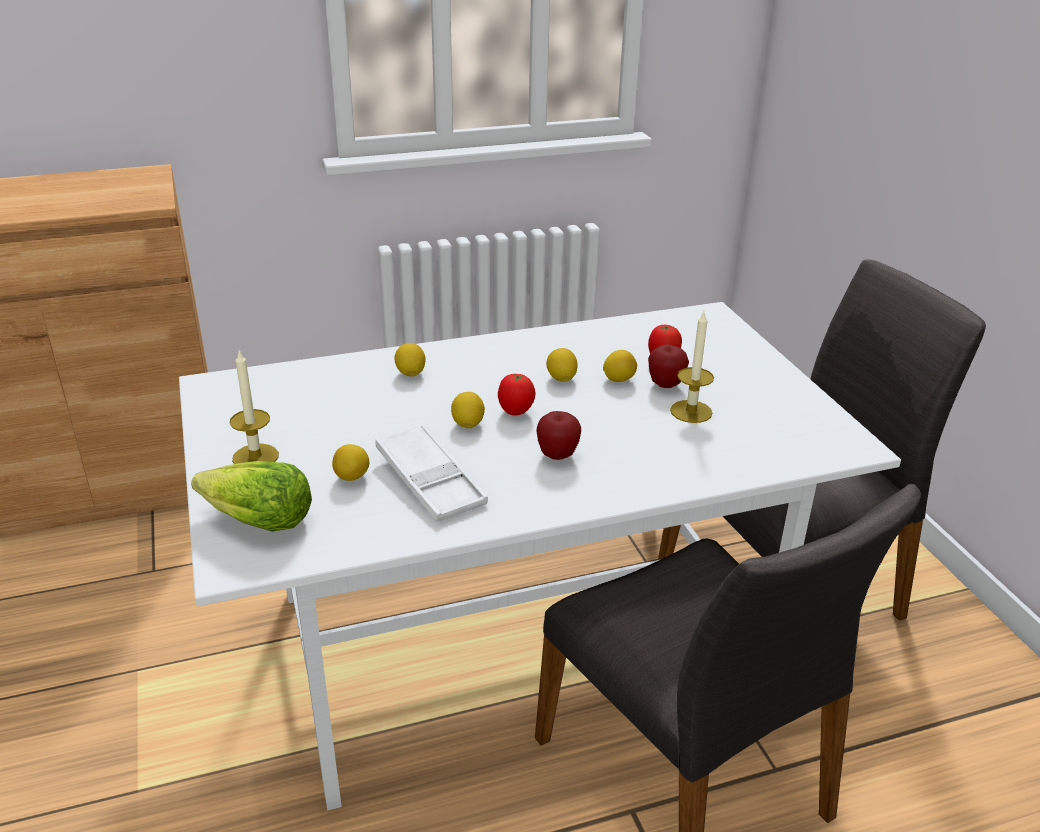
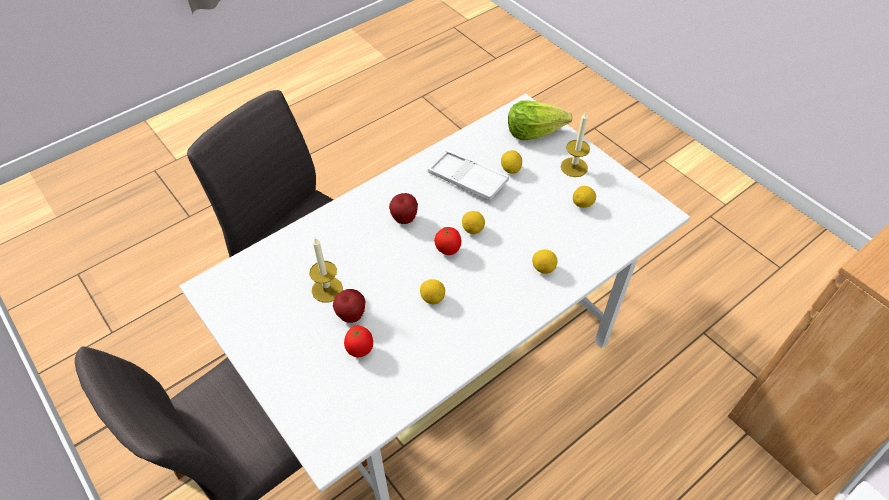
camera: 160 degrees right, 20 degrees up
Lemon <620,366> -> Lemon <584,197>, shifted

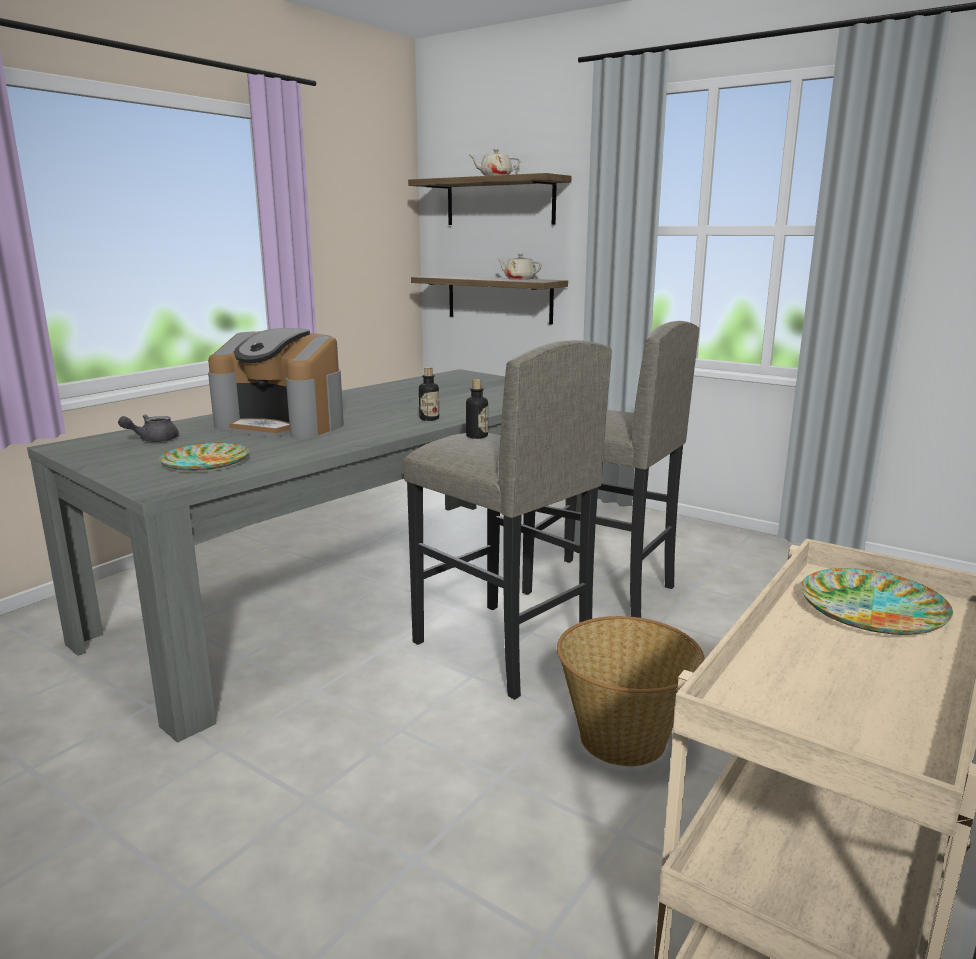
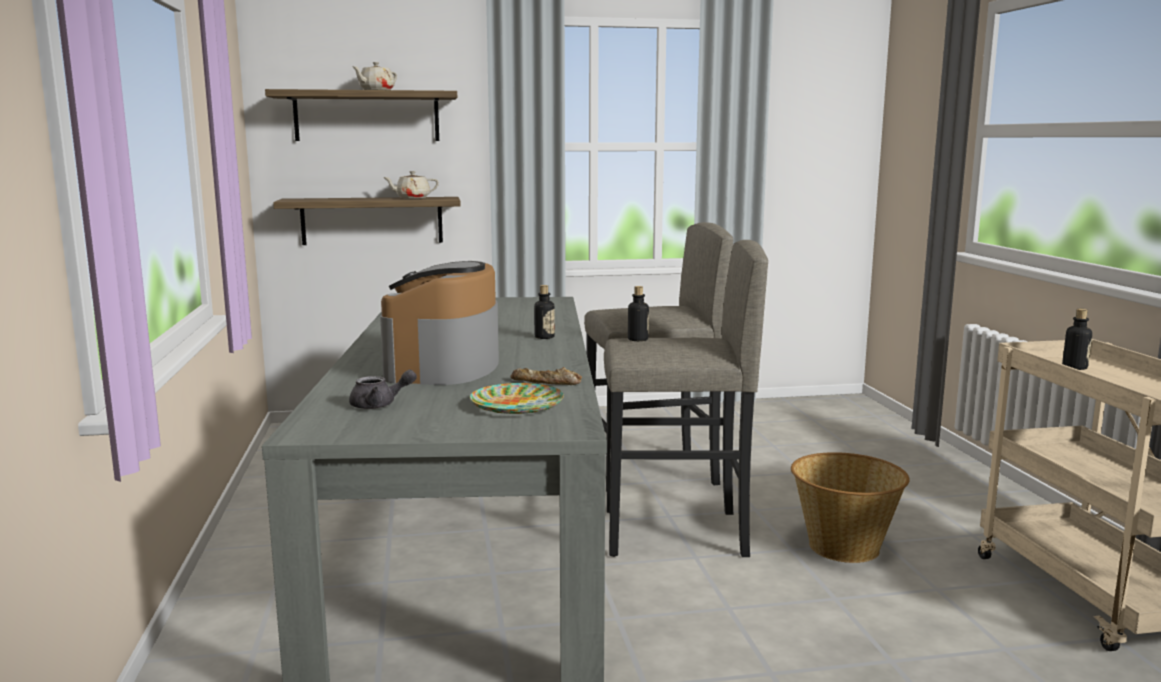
camera: 45 degrees left, 5 degrees down
none -> Bread <546,376>
Plate <877,601> -> Bottle <1077,339>
GreyTeapot <148,428> -> GreyTeapot <383,389>, 105 degrees counterclockwise
CoffeeMachine <276,383> -> CoffeeMachine <439,323>, 120 degrees clockwise

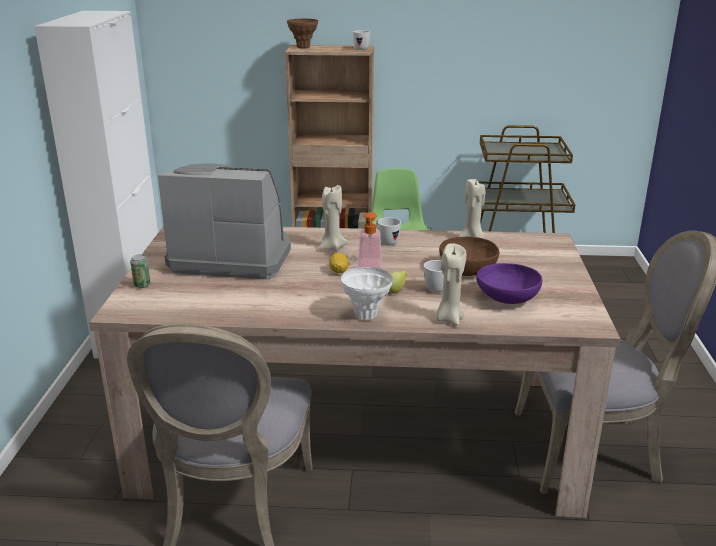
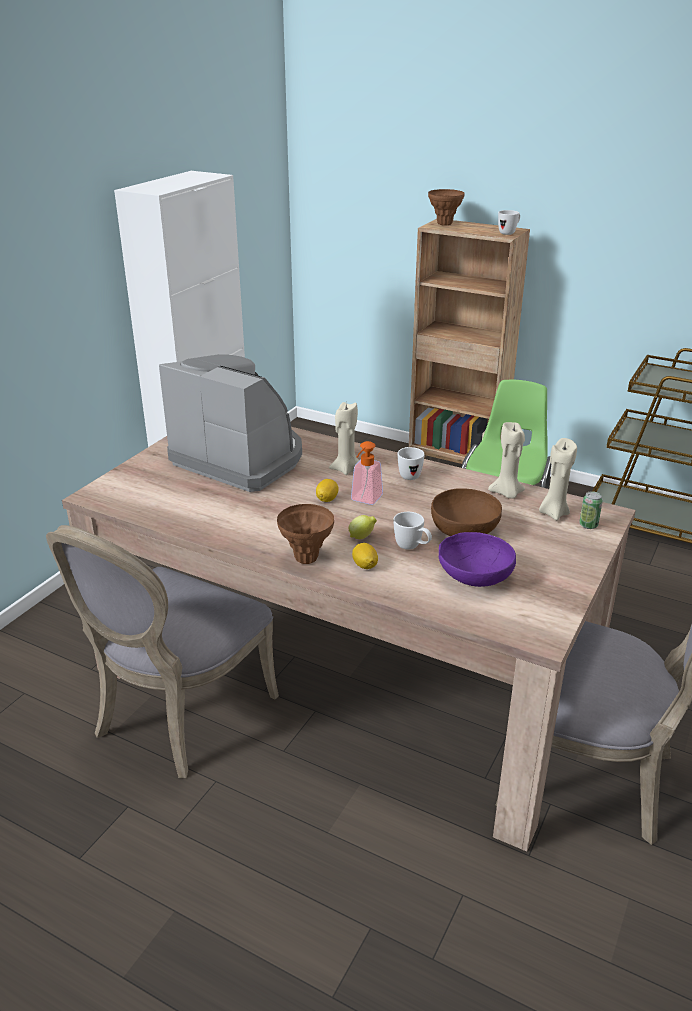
camera: 25 degrees right, 5 degrees up
none -> Lemon <365,556>
Can <140,271> -> Can <591,510>, shifted
BeigeCandle <450,284> -> BeigeCandle <558,479>, shifted
WhiteVase <367,294> -> BrownVase <305,534>

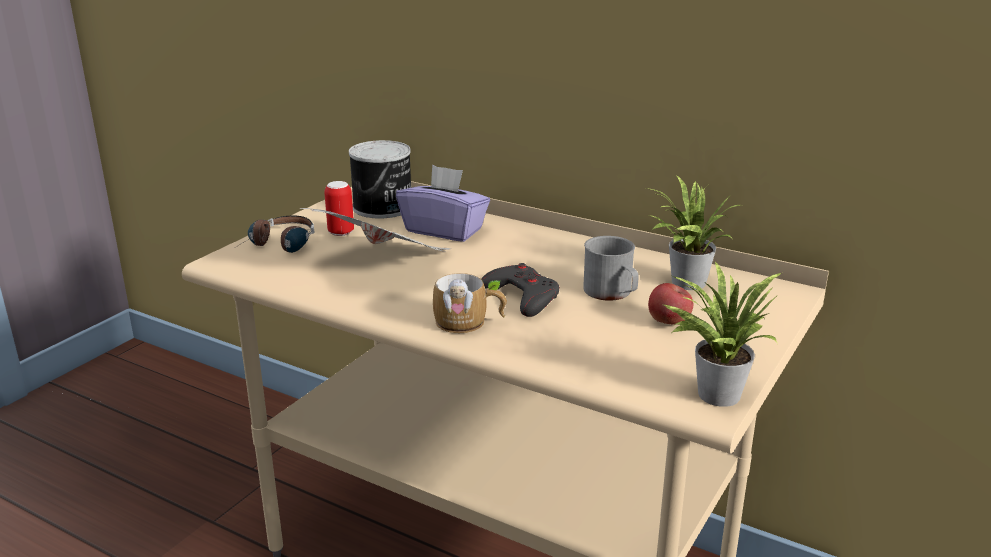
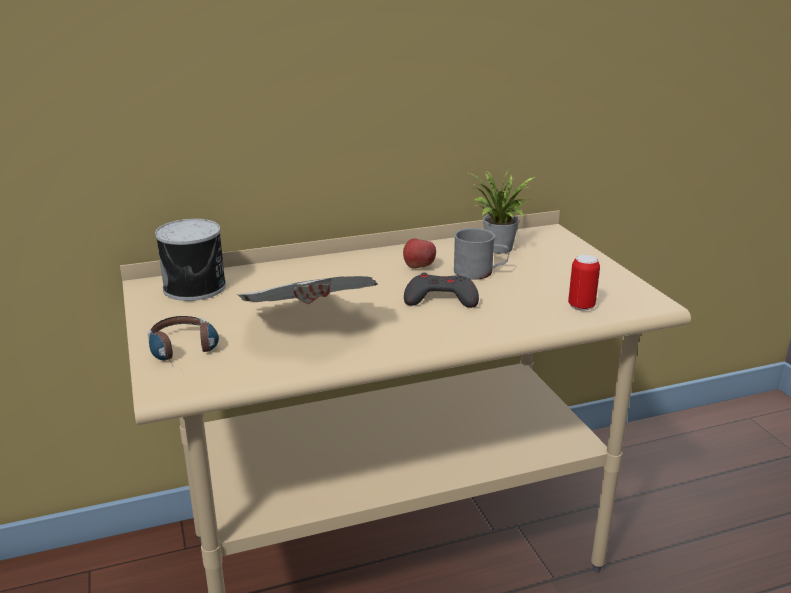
camera: 50 degrees left, 0 degrees up
PurpleTissueBox <443,203> -> none
Mug <470,303> -> none
PottedPlant <722,334> -> none
Can <339,208> -> Can <584,283>, shifted
Apple <670,304> -> Apple <419,253>, shifted

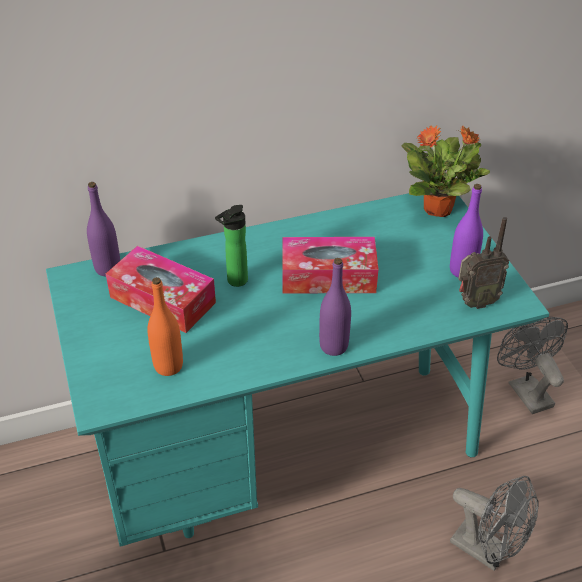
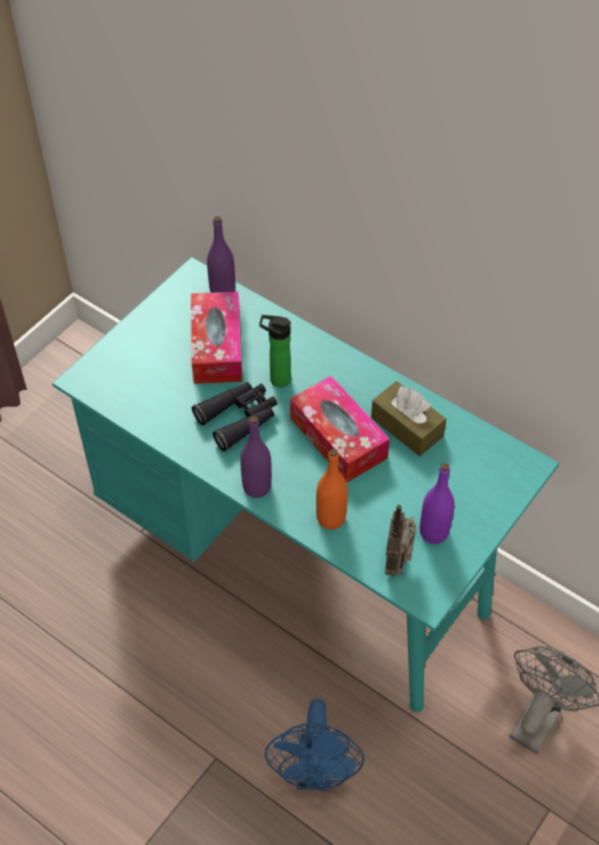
camera: 55 degrees right, 10 degrees up
PottedPlant <445,171> -> none
none -> BlackBinoculars <234,416>
none -> BrownTissueBox <408,418>
OrangeBottle <165,326> -> OrangeBottle <332,489>, shifted
GreyFan <494,523> -> BlueFan <314,745>
Radio <483,263> -> Radio <400,540>, 60 degrees clockwise

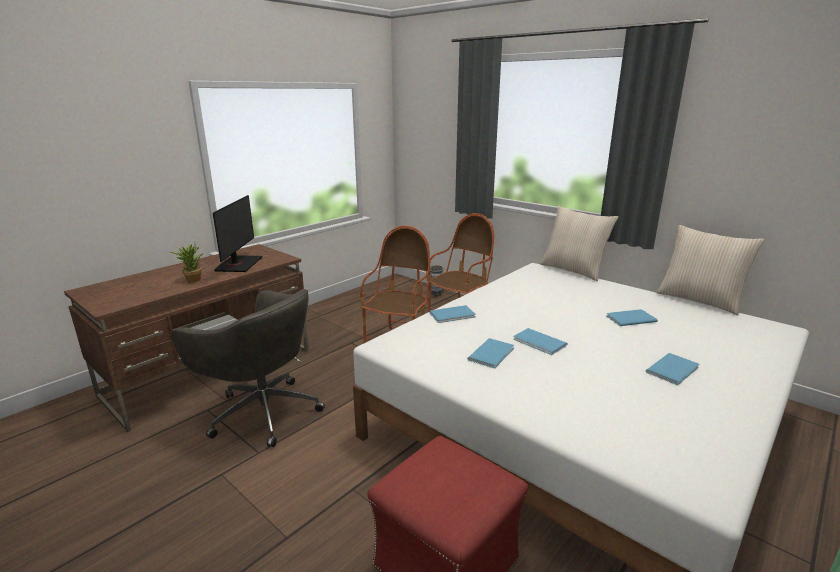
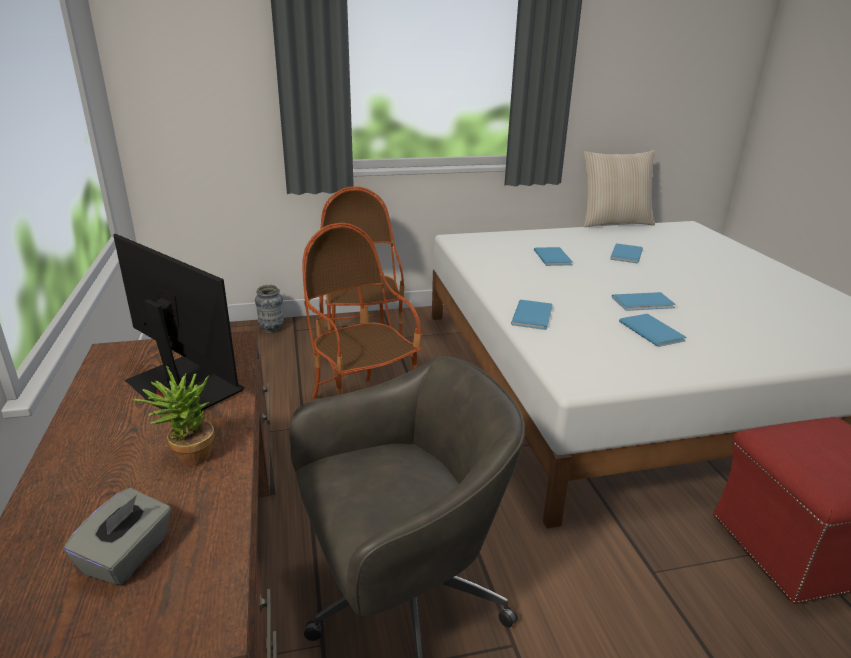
camera: 55 degrees left, 5 degrees up
BeigePillow <579,243> -> none
none -> GreyTissueBox <117,536>
BlueBook <672,369> -> BlueBook <553,256>, shifted

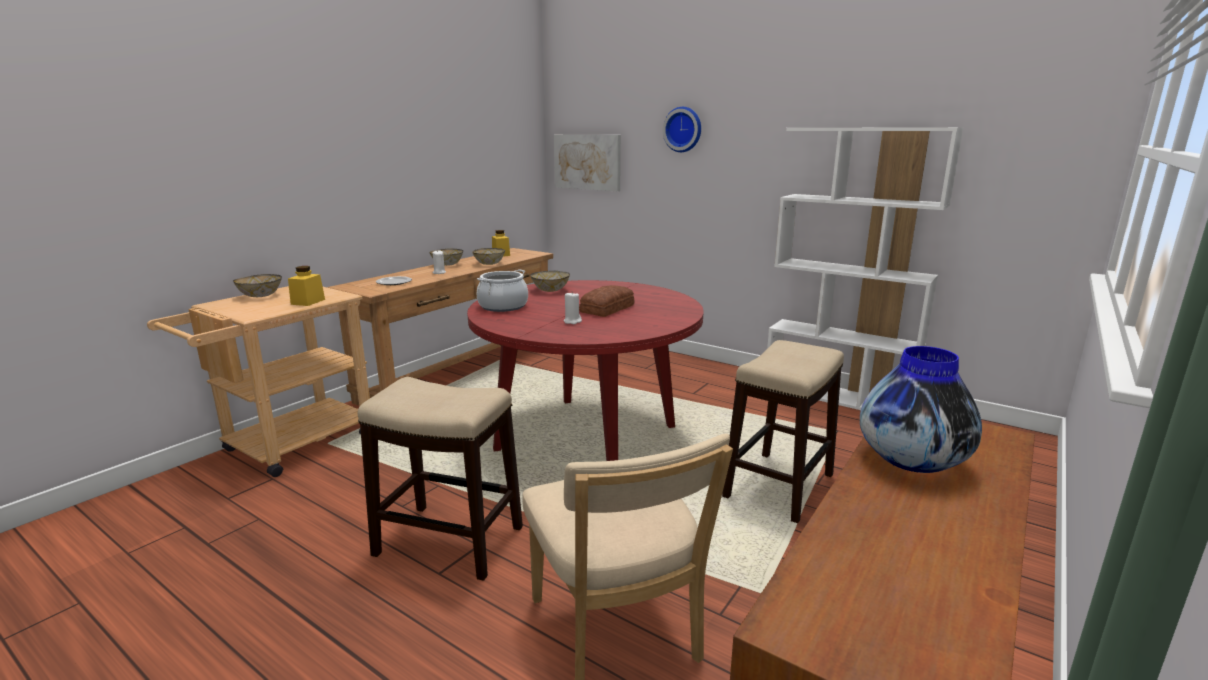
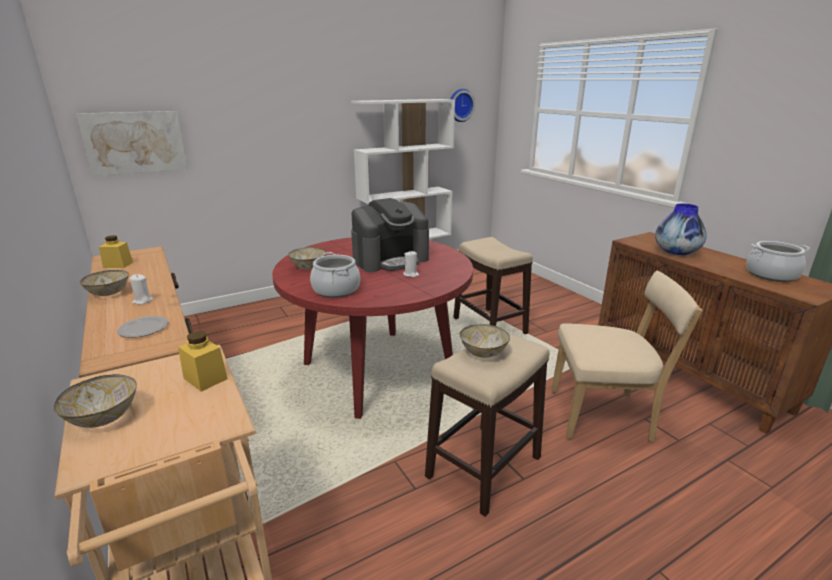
camera: 65 degrees left, 5 degrees up
none -> CookingPot <778,261>
Bowl <488,256> -> Bowl <485,341>, shifted
WallClock <682,129> -> WallClock <462,105>, shifted
Bread <606,301> -> CoffeeMachine <390,235>

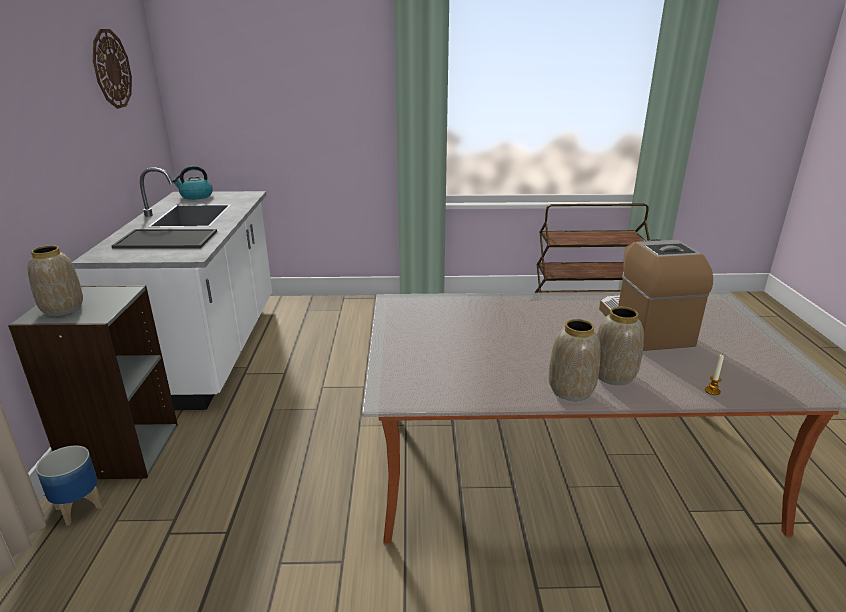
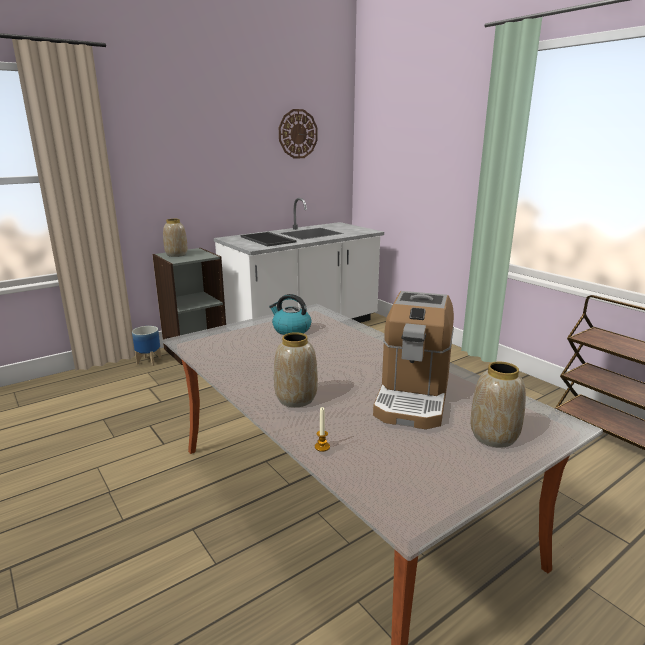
camera: 55 degrees right, 5 degrees down
Kettle <192,183> -> Kettle <290,314>, shifted
Vase <575,360> -> Vase <498,405>, shifted
CoffeeMachine <656,295> -> CoffeeMachine <413,360>, 150 degrees clockwise

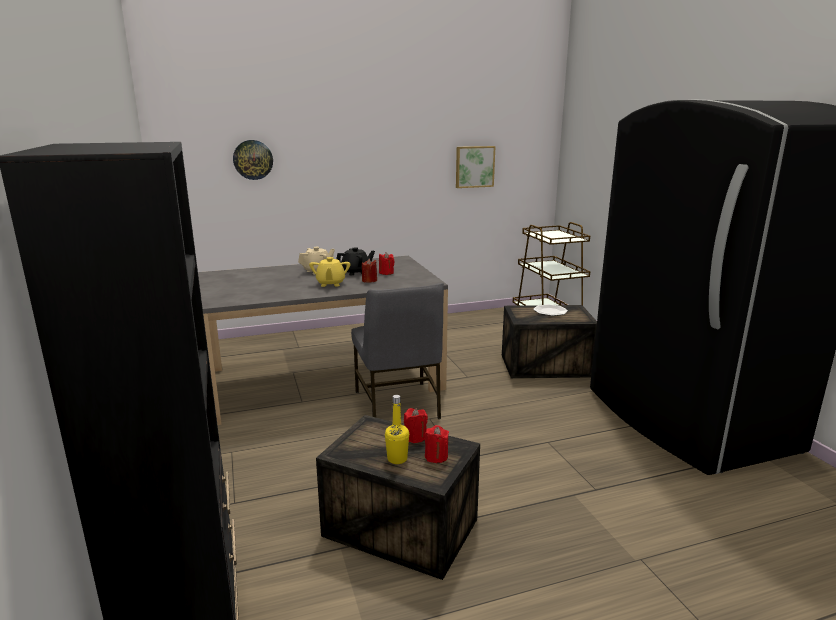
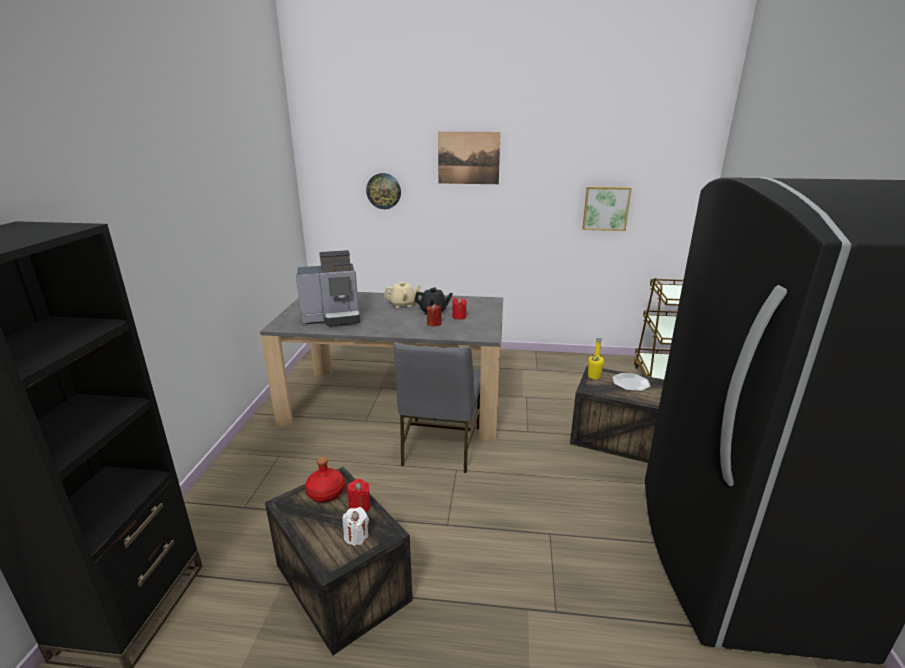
camera: 25 degrees right, 5 degrees up
YellowTeapot <329,272> -> none
none -> CoffeeMachine <328,288>
none -> RedBottle <325,480>
none -> Picture <469,158>
YellowBottle <397,429> -> YellowBottle <596,358>, shifted
RedCandle <436,444> -> WhiteCandle <355,526>

